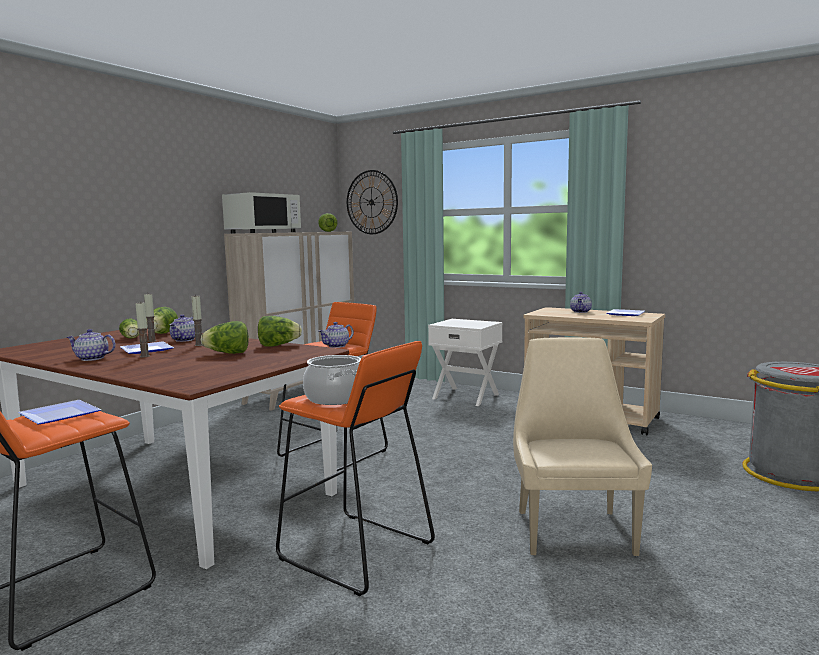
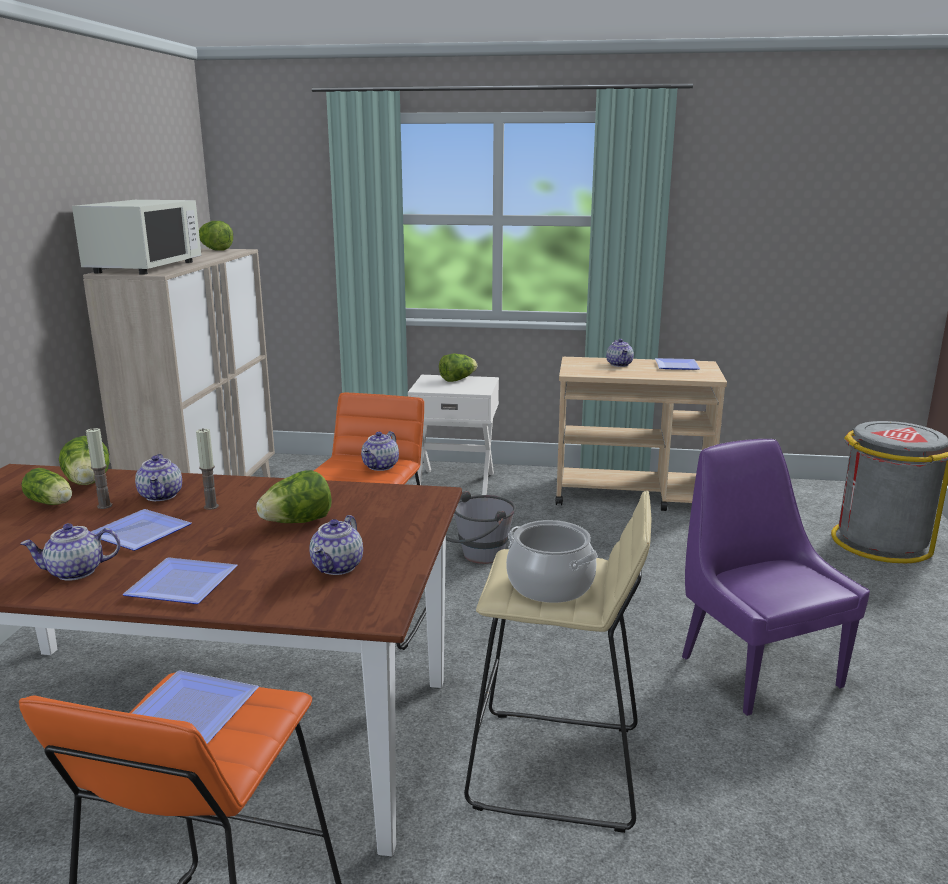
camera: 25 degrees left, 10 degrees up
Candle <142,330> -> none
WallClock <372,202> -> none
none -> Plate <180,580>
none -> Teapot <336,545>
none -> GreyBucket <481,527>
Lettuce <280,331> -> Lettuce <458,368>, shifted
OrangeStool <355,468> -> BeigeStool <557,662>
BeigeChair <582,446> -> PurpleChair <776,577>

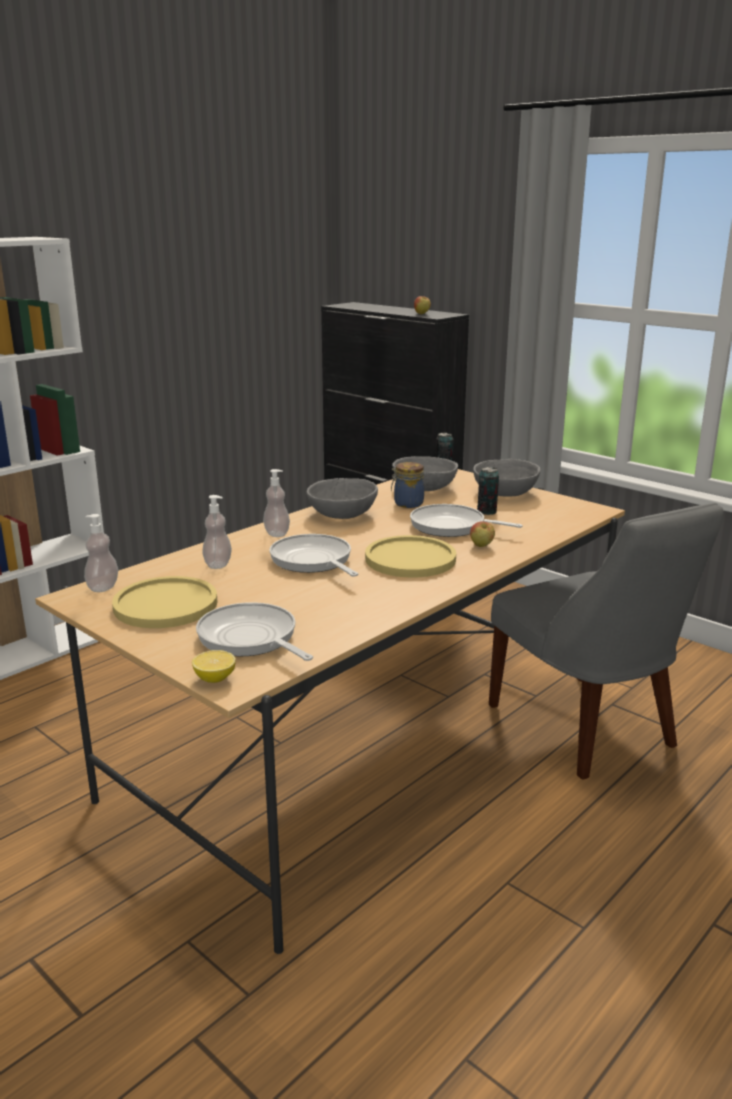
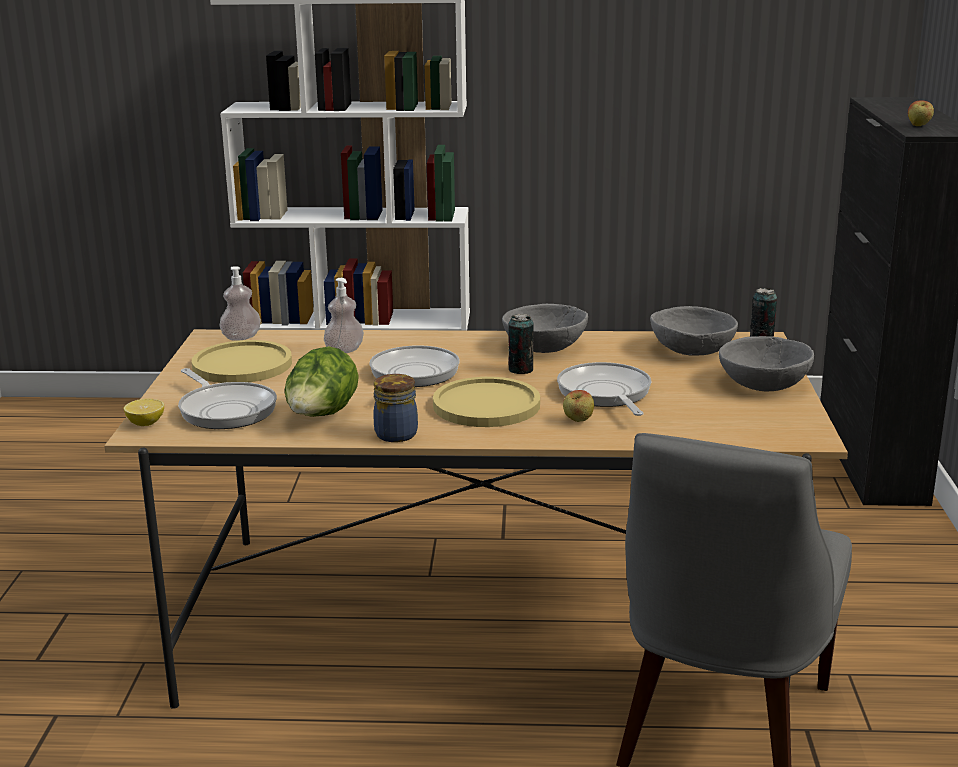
camera: 50 degrees right, 0 degrees up
SoapDispenser <276,503> -> none
none -> Lettuce <321,381>
Jar <407,485> -> Jar <395,408>, shifted
Can <488,491> -> Can <521,344>, shifted
FryingPan <254,631> -> FryingPan <227,398>, 135 degrees clockwise

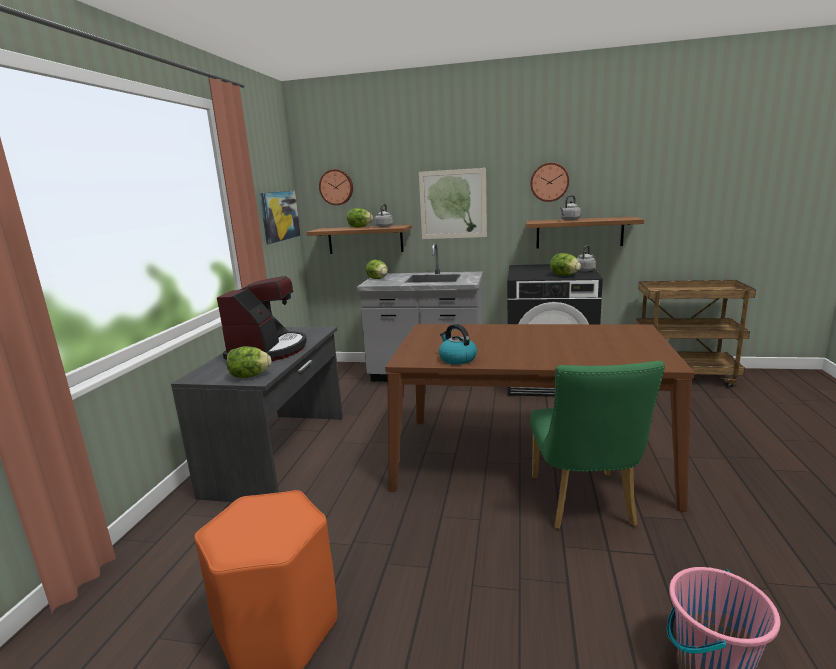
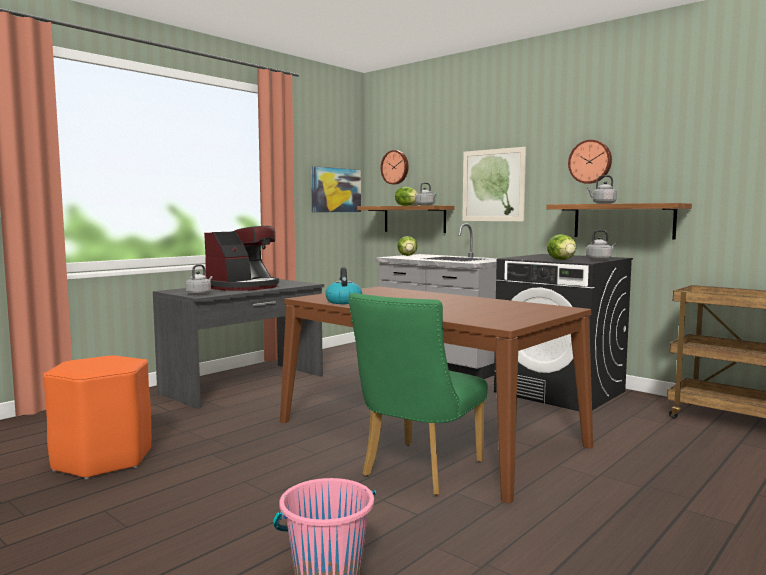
camera: 30 degrees right, 10 degrees down
Lettuce <249,362> -> GreyKettle <199,279>

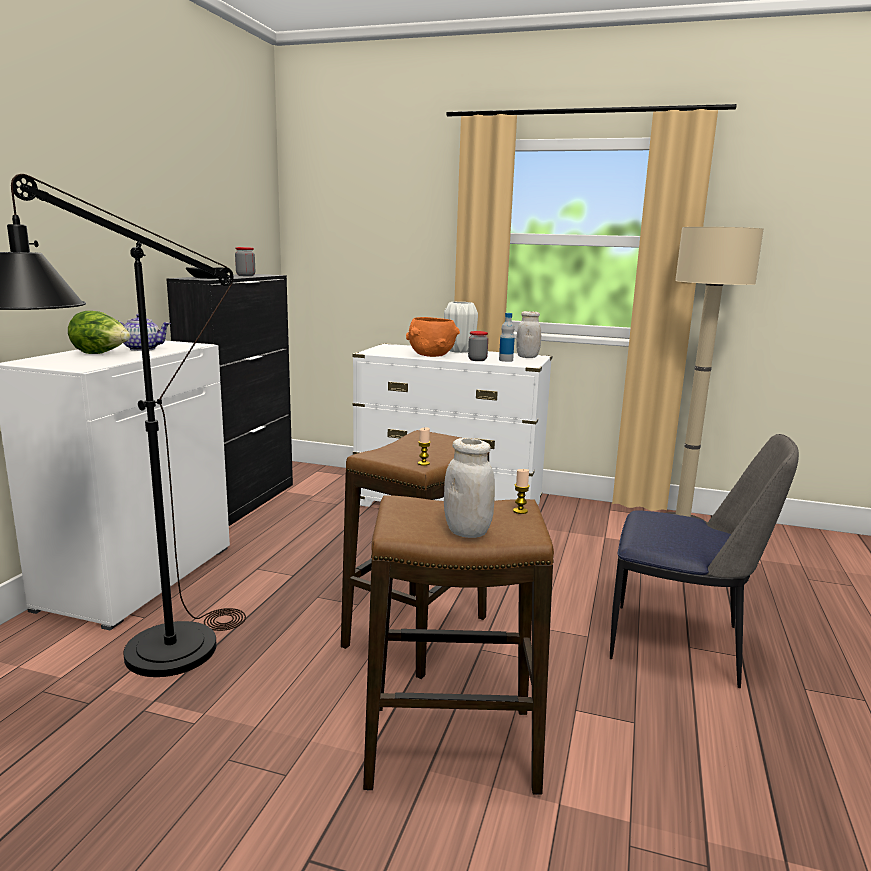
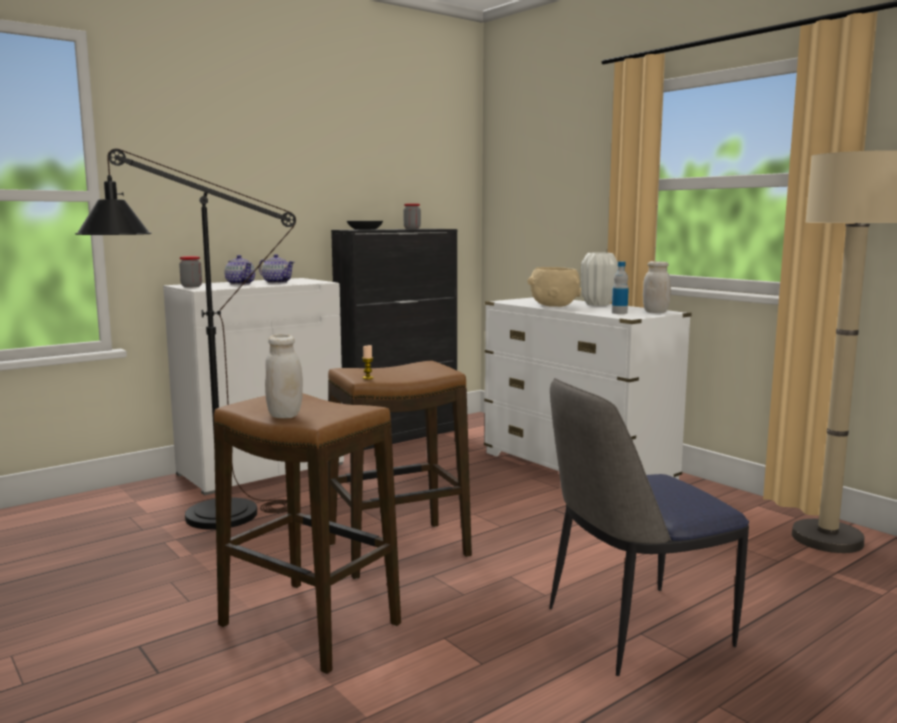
camera: 35 degrees right, 5 degrees down
Candle <521,491> -> none
Jar <478,346> -> Jar <190,271>, shifted
Lettuce <99,332> -> Teapot <239,270>
OrangeBowl <433,337> -> BeigeBowl <554,287>
Chair <704,561> -> Chair <649,527>, 105 degrees clockwise

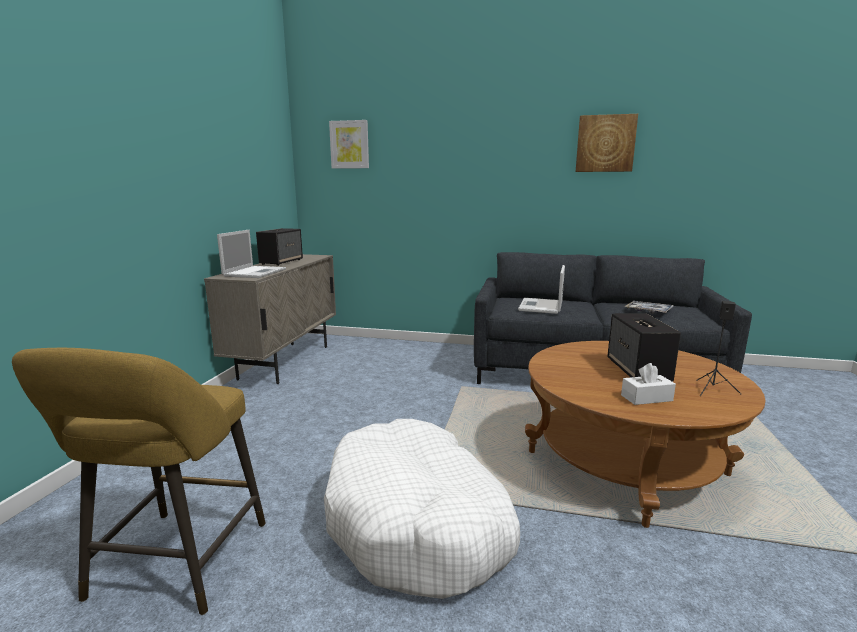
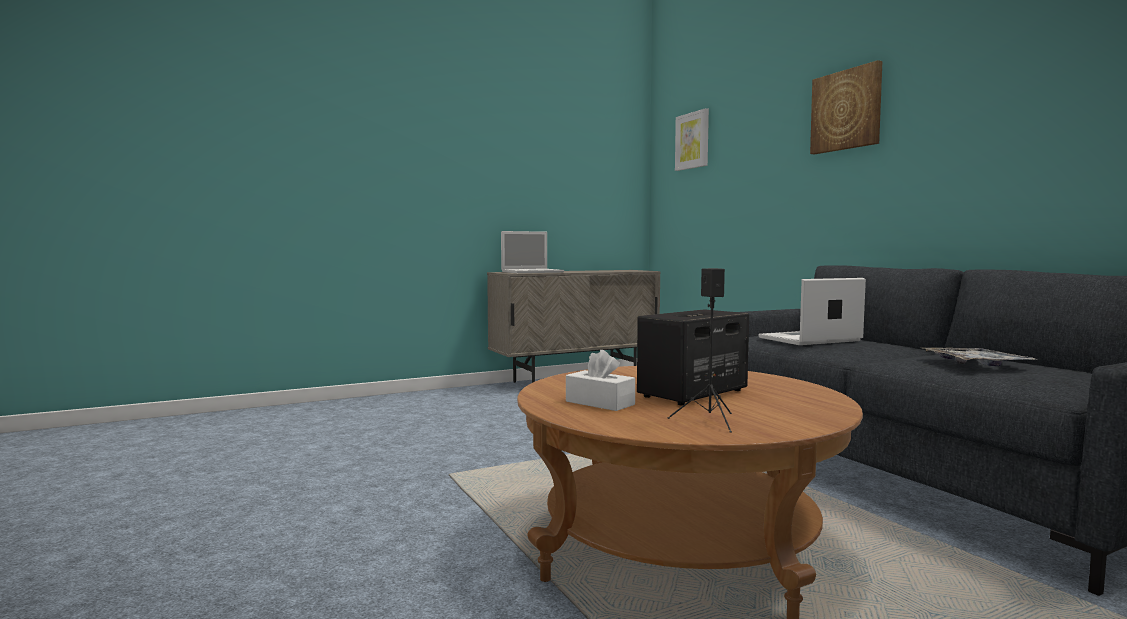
camera: 50 degrees right, 10 degrees down
YellowStool <138,481> -> none
Speaker <279,247> -> none
WhiteDogBed <422,509> -> none
Picture <607,143> -> Picture <846,107>, shifted

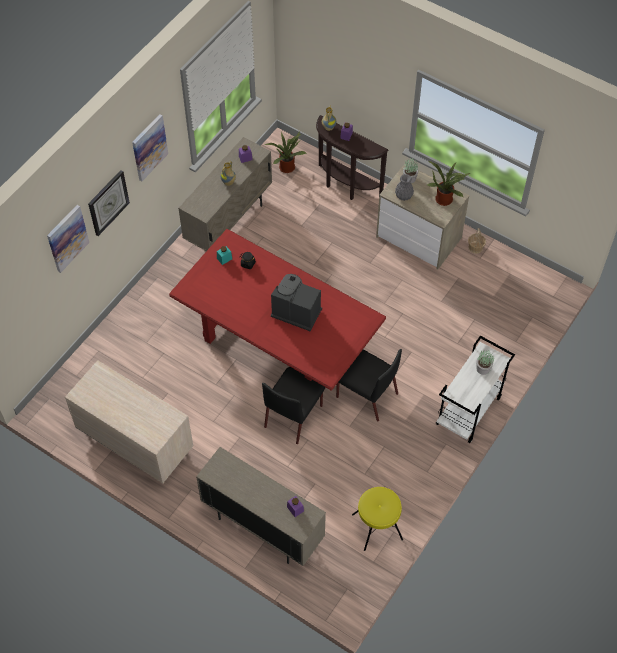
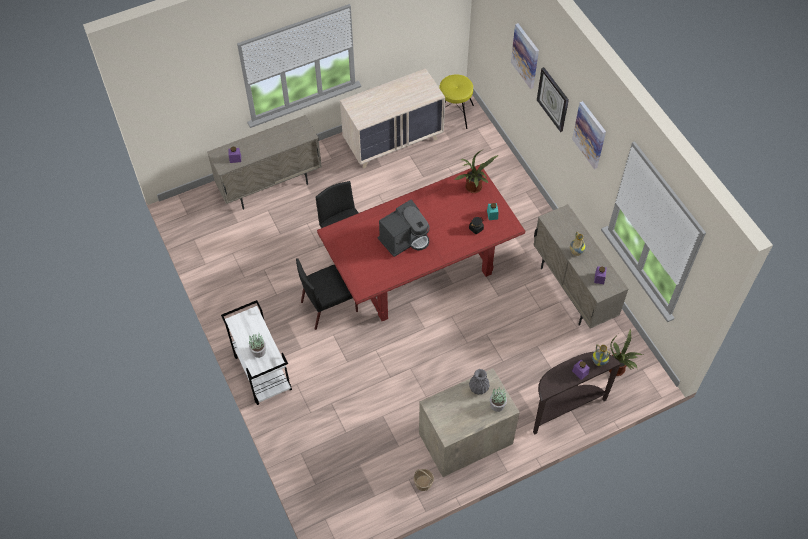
camera: 120 degrees right, 0 degrees up
YellowStool <377,519> -> YellowStool <456,101>, shifted
PottedPlant <448,183> -> PottedPlant <476,171>, shifted

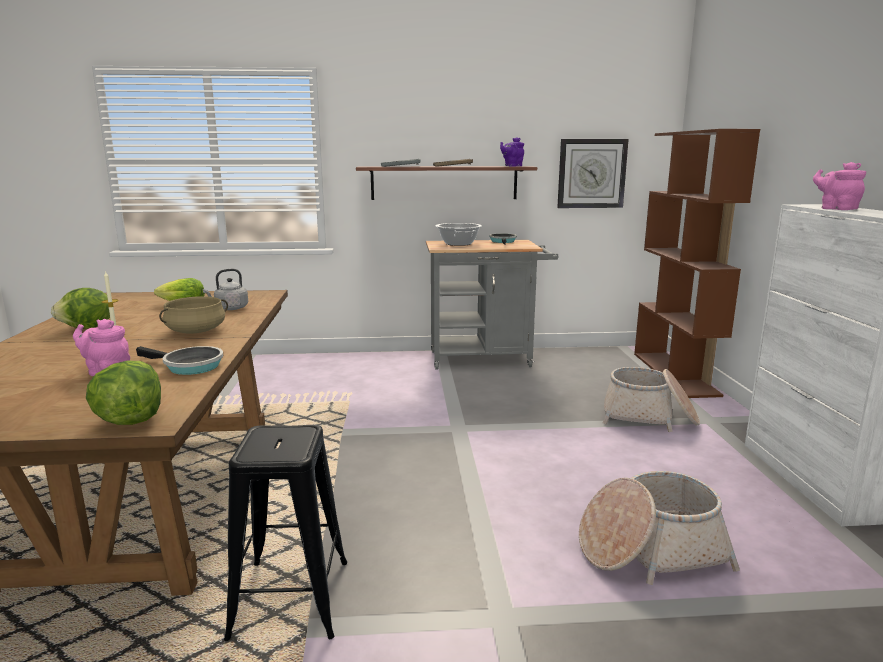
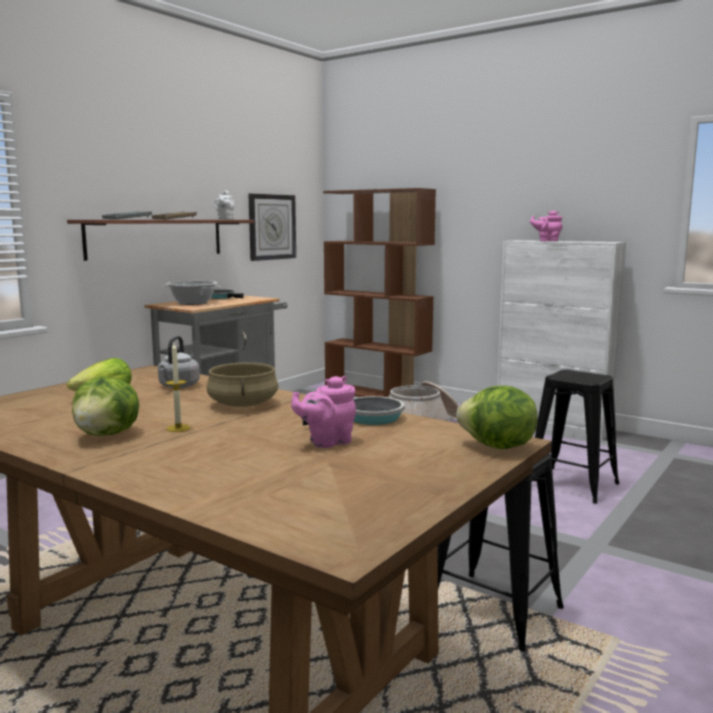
camera: 50 degrees left, 5 degrees down
Basket <659,528> -> BlackStool <577,437>
PurpleTeapot <512,152> -> WhiteTeapot <224,205>

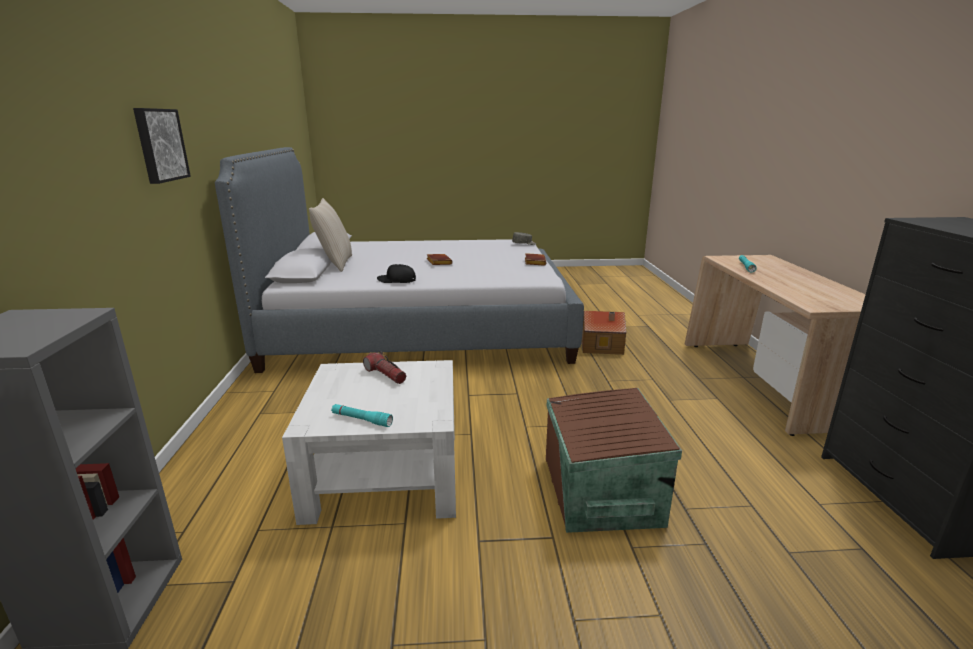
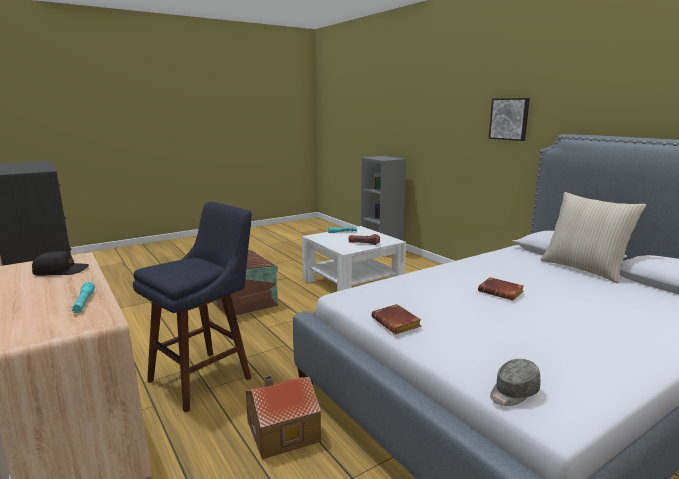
camera: 150 degrees right, 5 degrees down
none -> BlueStool <192,307>
BlackCap <396,273> -> BlackCap <60,263>, shifted

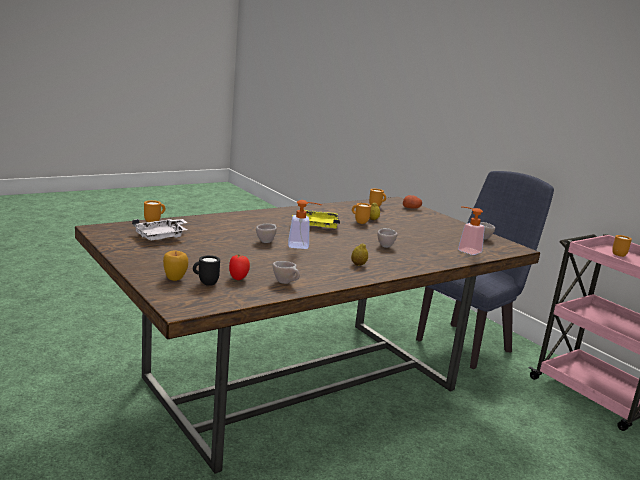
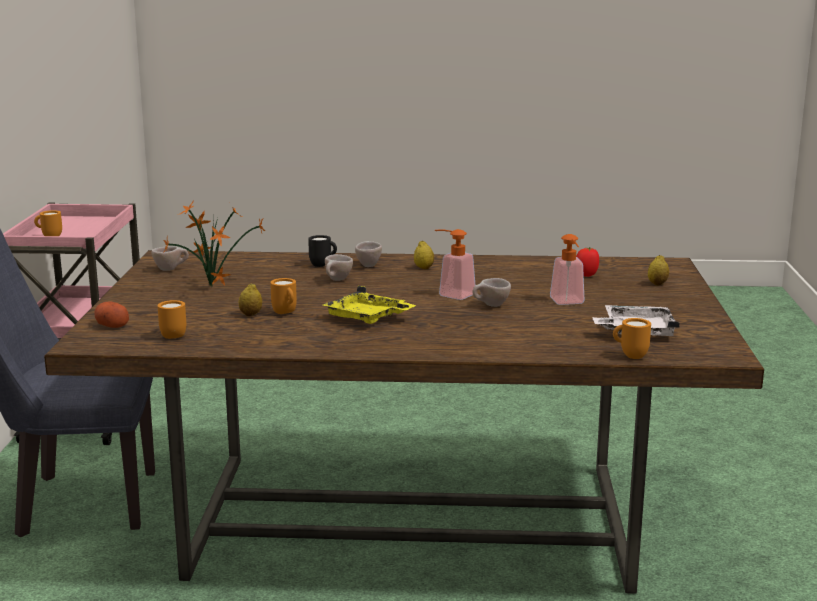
camera: 140 degrees left, 0 degrees up
none -> PottedPlant <214,244>
BlackMug <206,270> -> BlackMug <322,251>, shifted
BeigeCup <286,272> -> BeigeCup <368,254>, shifted
SoapDispenser <471,230> -> SoapDispenser <567,269>, shifted
Apple <175,265> -> Lemon <658,270>

